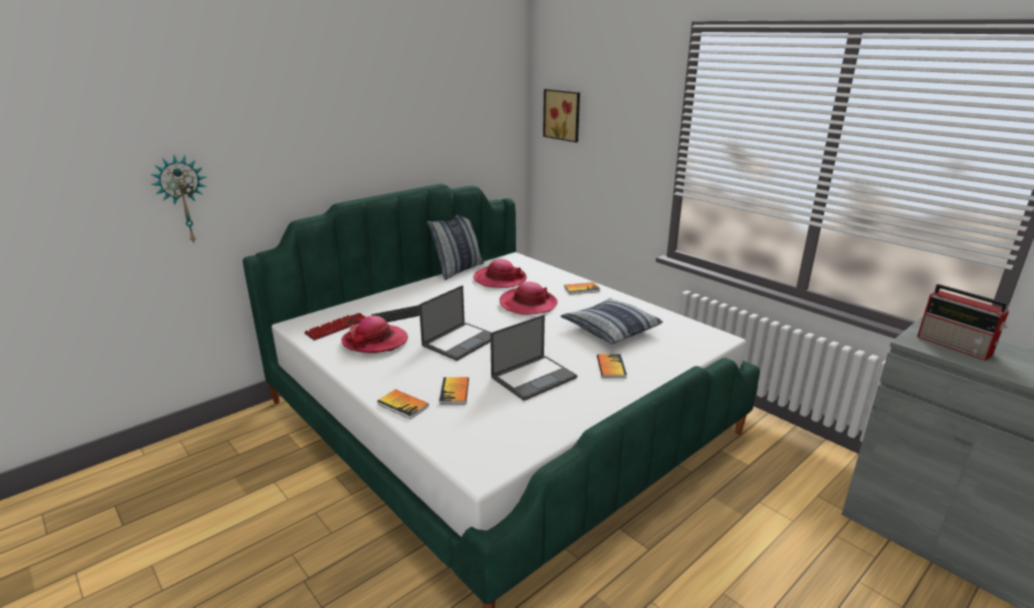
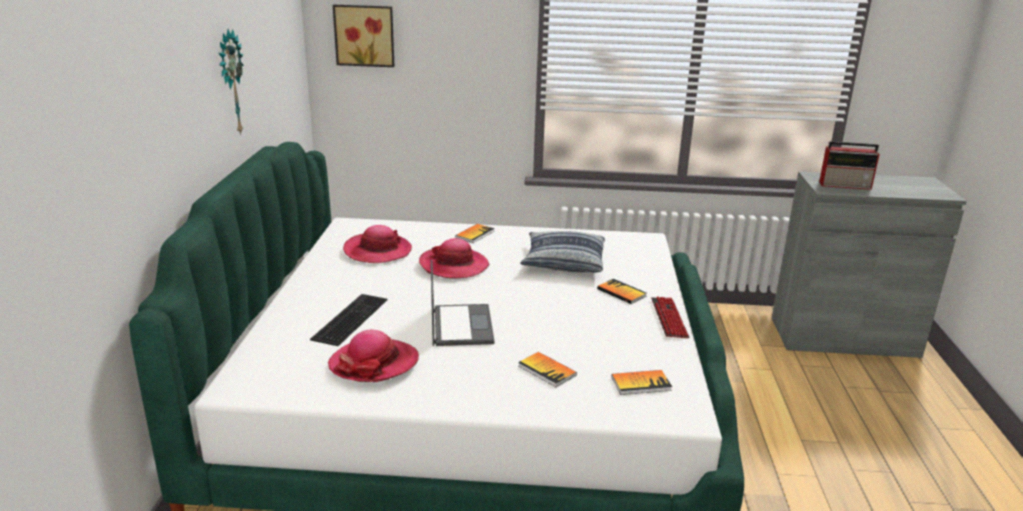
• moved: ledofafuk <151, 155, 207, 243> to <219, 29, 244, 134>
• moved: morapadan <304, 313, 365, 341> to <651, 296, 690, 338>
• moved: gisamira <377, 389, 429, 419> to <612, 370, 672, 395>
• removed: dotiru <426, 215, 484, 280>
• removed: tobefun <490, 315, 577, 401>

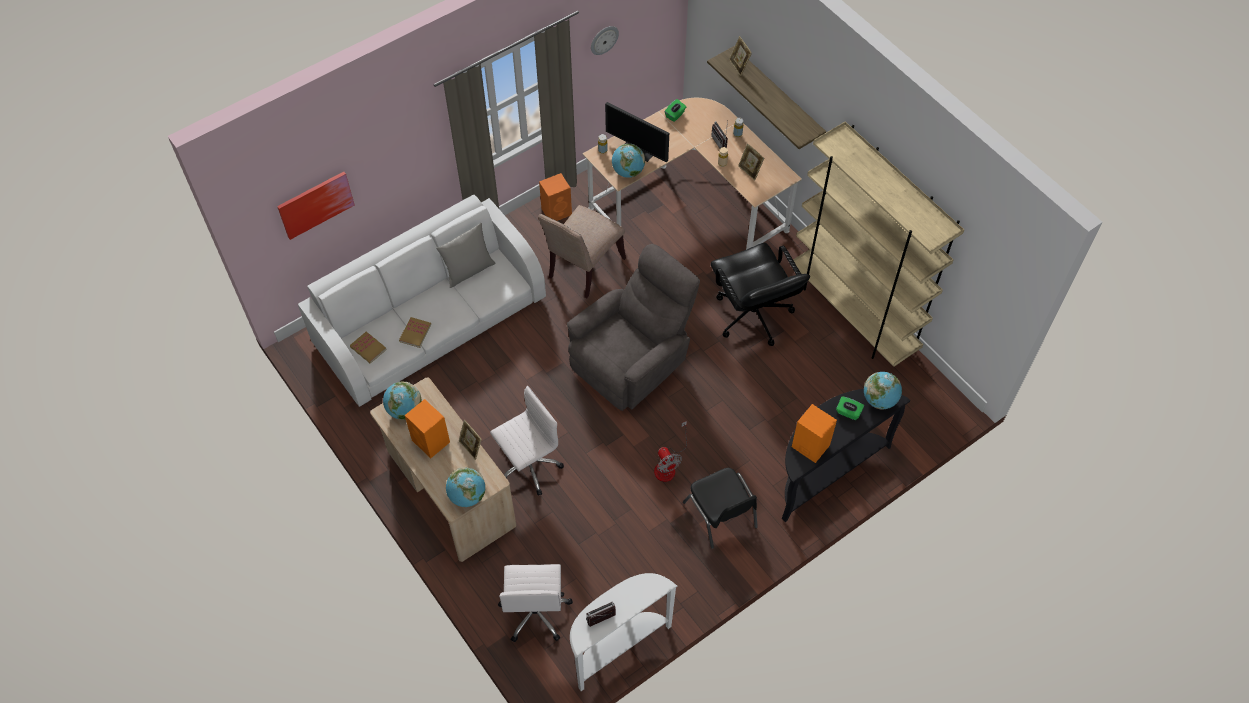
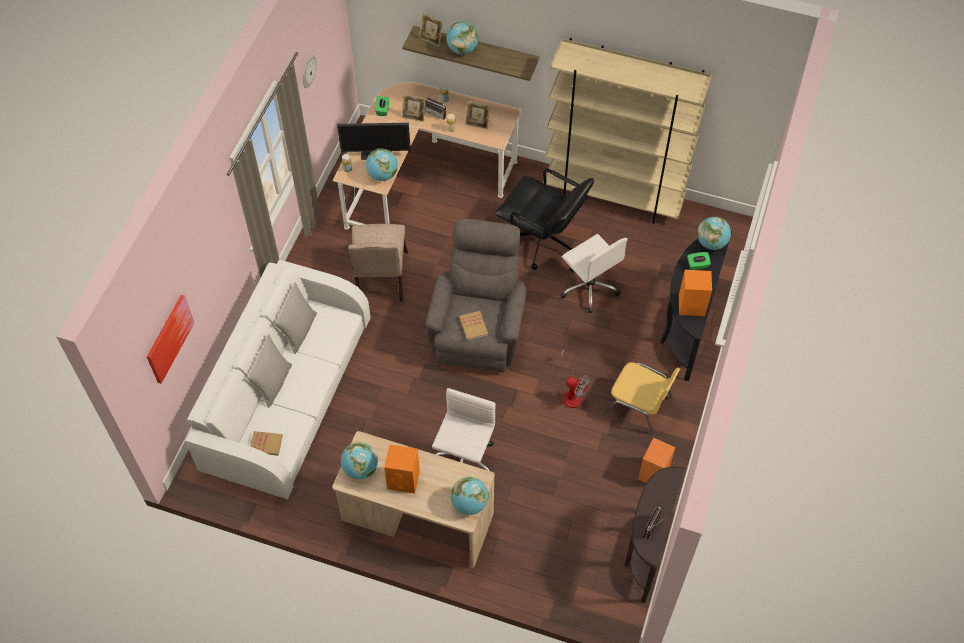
• moved: gisamira <399, 317, 431, 348> to <459, 311, 488, 340>
• moved: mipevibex <459, 420, 482, 460> to <402, 94, 426, 122>
• moved: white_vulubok <498, 564, 573, 642> to <560, 234, 628, 313>
• moved: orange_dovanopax <539, 173, 572, 221> to <638, 438, 675, 483>
• recoloured: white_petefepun <570, 573, 677, 691> to brown_petefepun <625, 467, 685, 603>
• recoloured: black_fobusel <683, 468, 758, 549> to yellow_fobusel <604, 362, 680, 434>
• added: grey_dotiru <247, 334, 292, 408>
• added: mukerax <446, 21, 479, 54>

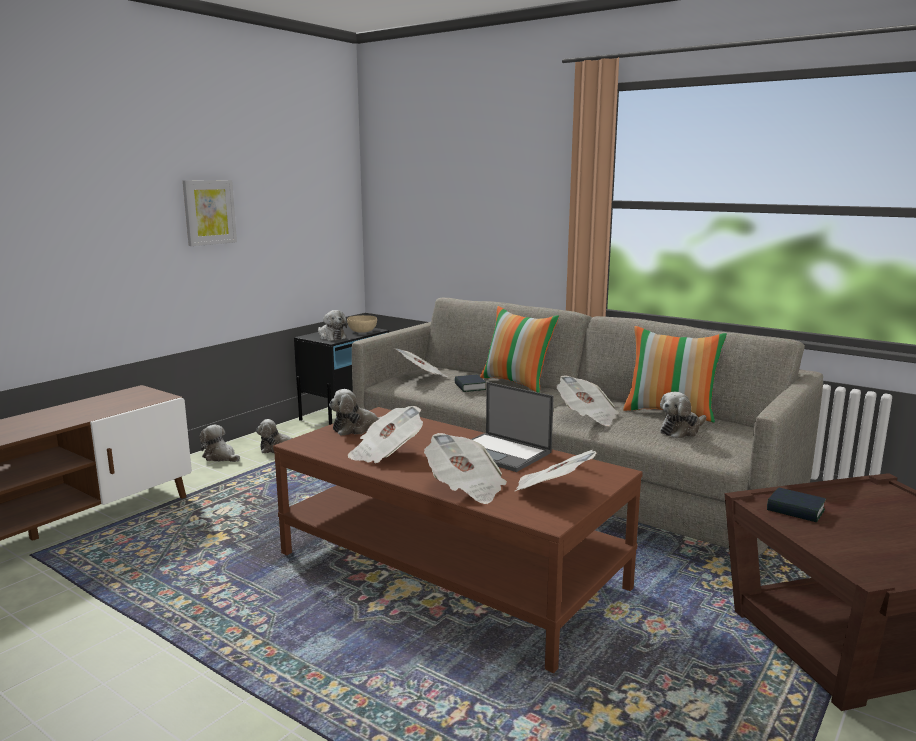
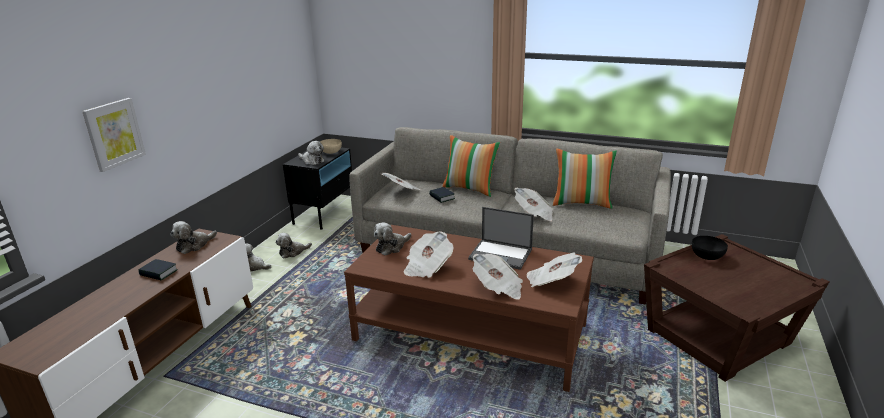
• moved: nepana <183, 180, 237, 246> to <82, 98, 146, 172>
• moved: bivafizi <660, 392, 706, 439> to <171, 221, 217, 254>
• moved: gisamira <767, 488, 826, 522> to <138, 259, 178, 281>
• added: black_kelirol <692, 236, 728, 260>

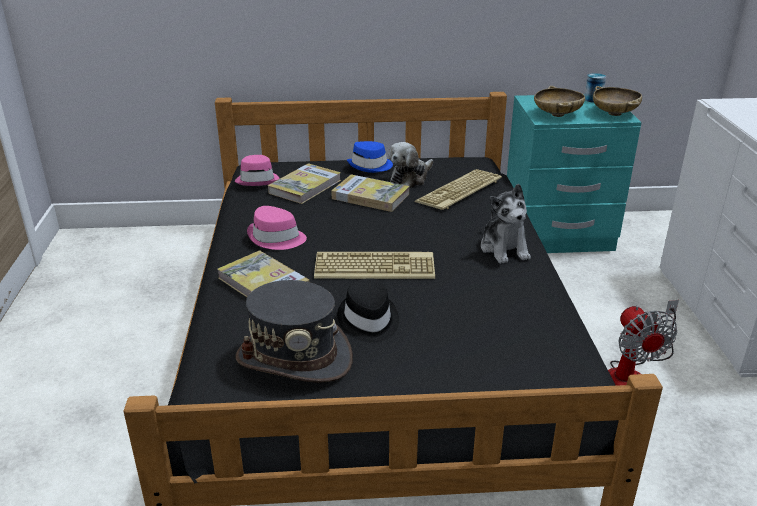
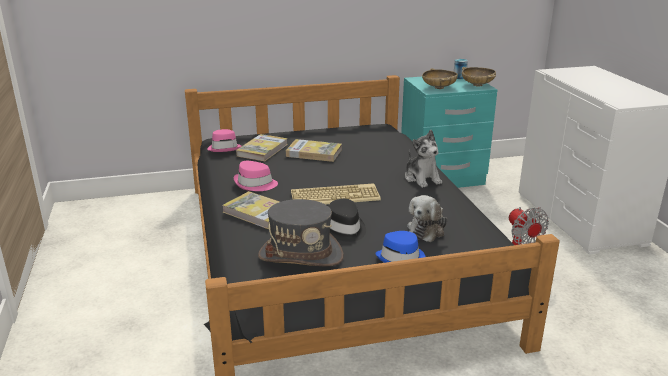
• moved: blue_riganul <347, 141, 393, 173> to <375, 231, 426, 263>
• moved: bivafizi <388, 142, 433, 188> to <407, 195, 447, 242>
• removed: morapadan <415, 169, 502, 210>

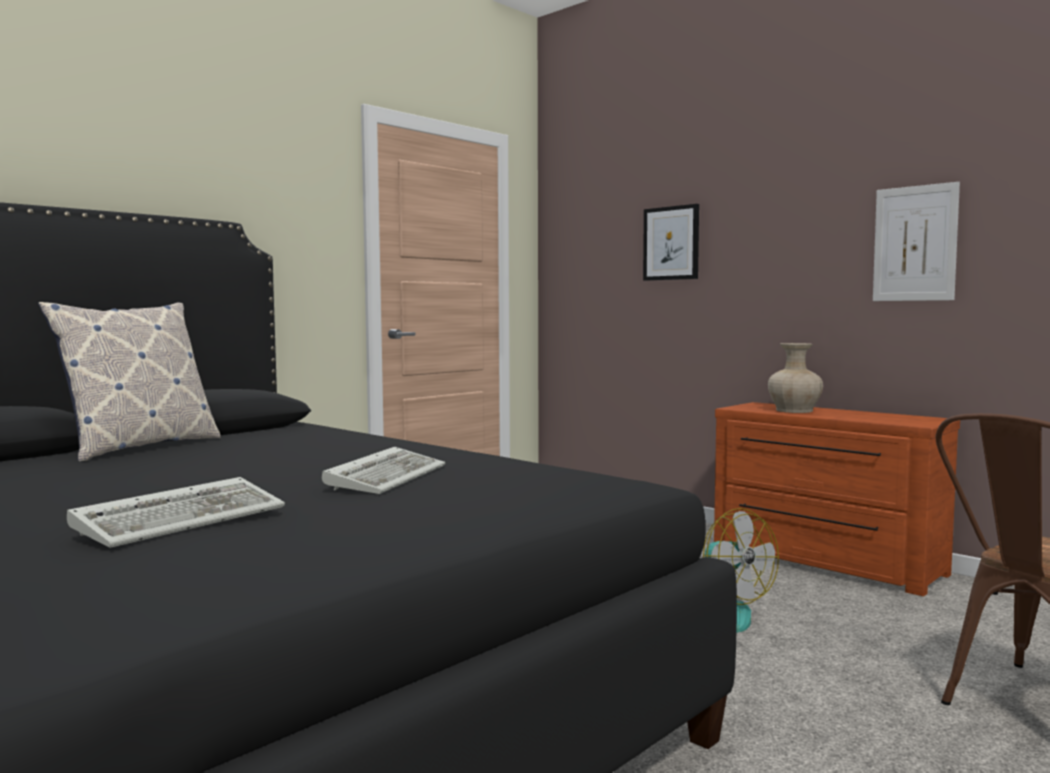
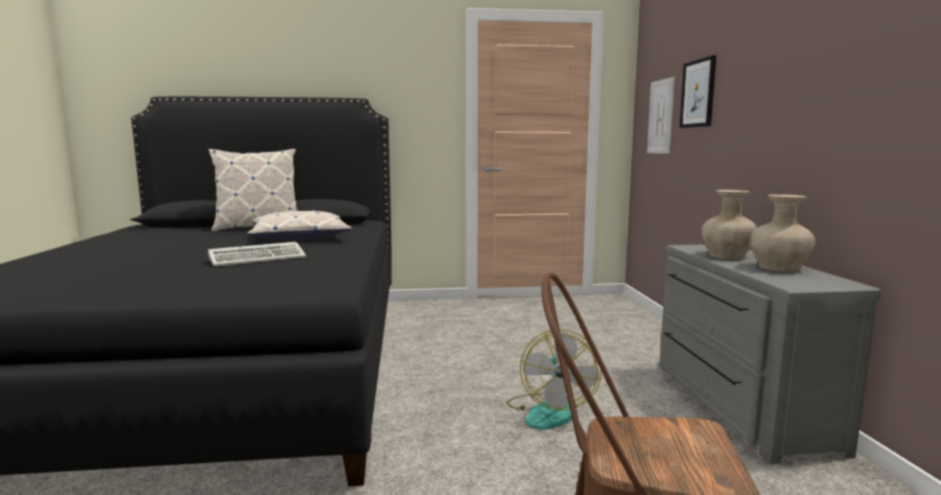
• removed: morapadan <67, 477, 285, 548>
• recoloured: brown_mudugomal <714, 402, 960, 596> to grey_mudugomal <659, 244, 881, 464>
• moved: nepana <873, 182, 960, 301> to <647, 77, 675, 154>
• added: dotiru <247, 210, 351, 240>
• added: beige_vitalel <751, 194, 816, 272>

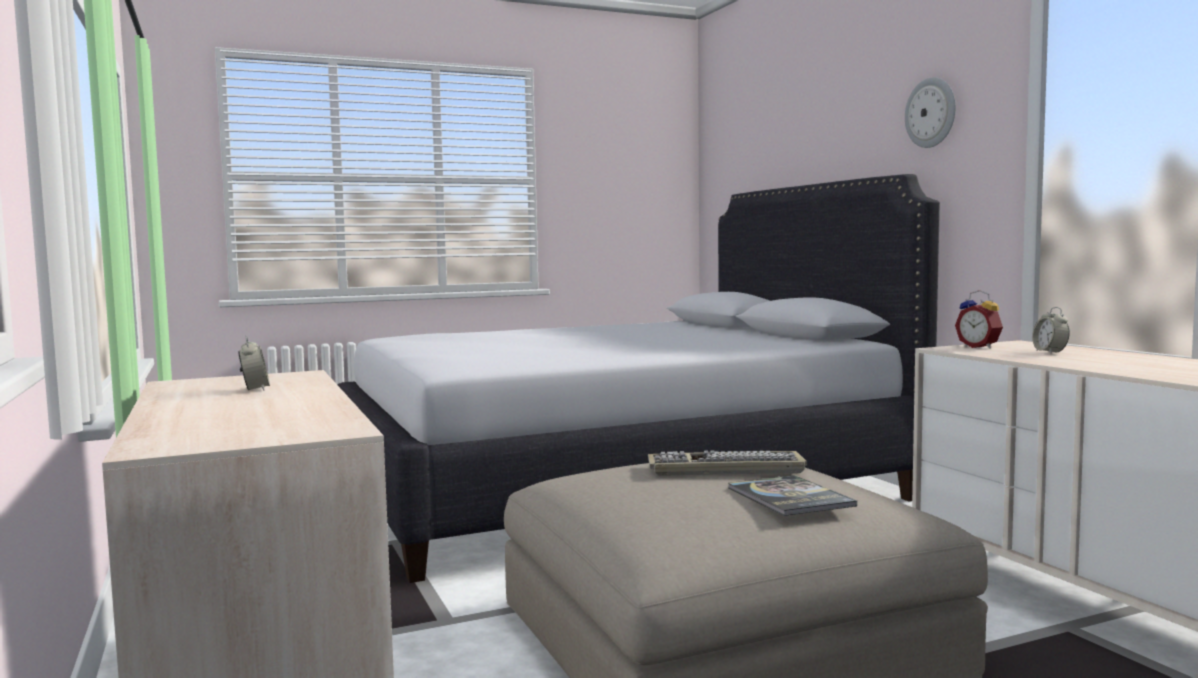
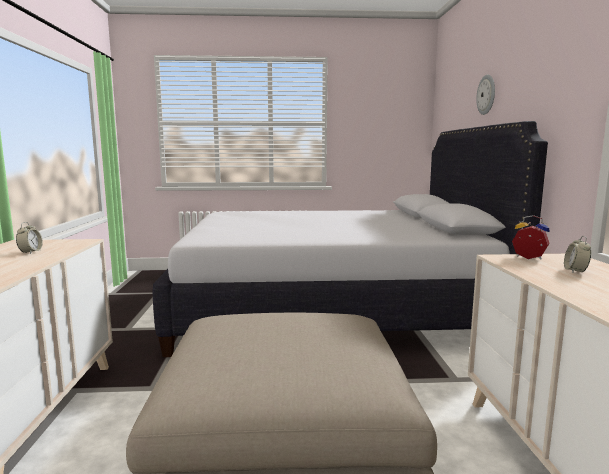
• removed: morapadan <648, 450, 807, 476>
• removed: gisamira <729, 475, 857, 516>
• moved: ledofafuk <905, 77, 956, 148> to <476, 75, 495, 115>
• turned: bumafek <955, 290, 1003, 349> = <512, 215, 550, 260> 135 degrees clockwise

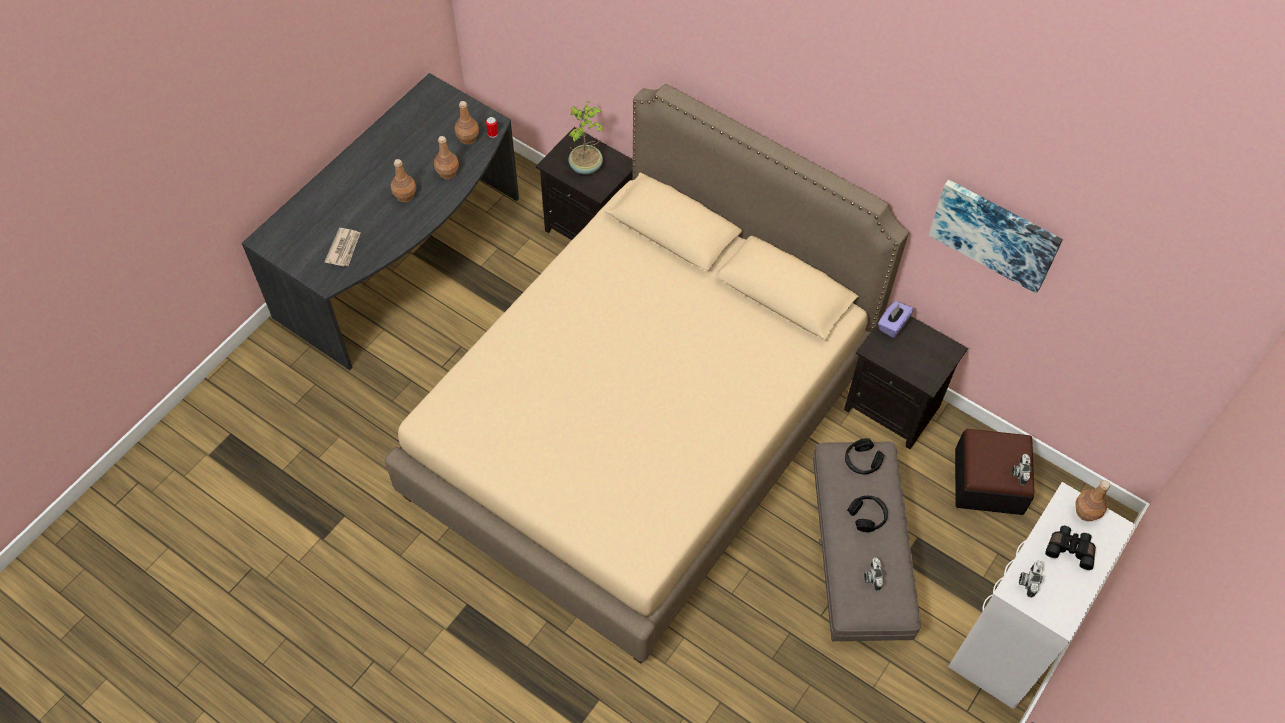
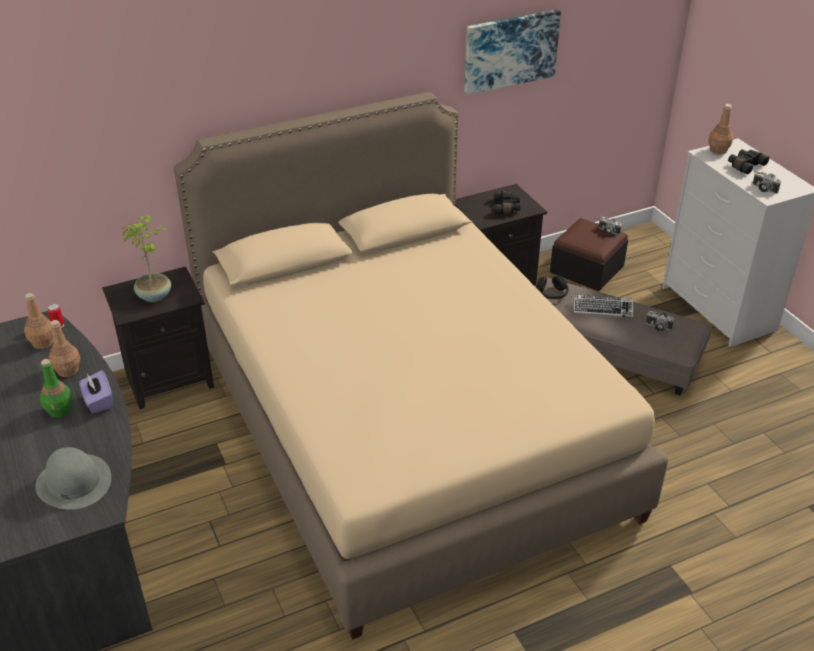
• replaced: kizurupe <324, 228, 360, 267> to grey_riganul <35, 447, 111, 510>
• recoloured: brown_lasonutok <391, 159, 416, 202> to green_lasonutok <40, 359, 73, 418>
• replaced: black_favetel <847, 496, 888, 532> to morapadan <574, 294, 633, 318>
• moved: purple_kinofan <878, 301, 914, 338> to <79, 370, 113, 414>
• added: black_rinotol <495, 191, 520, 214>

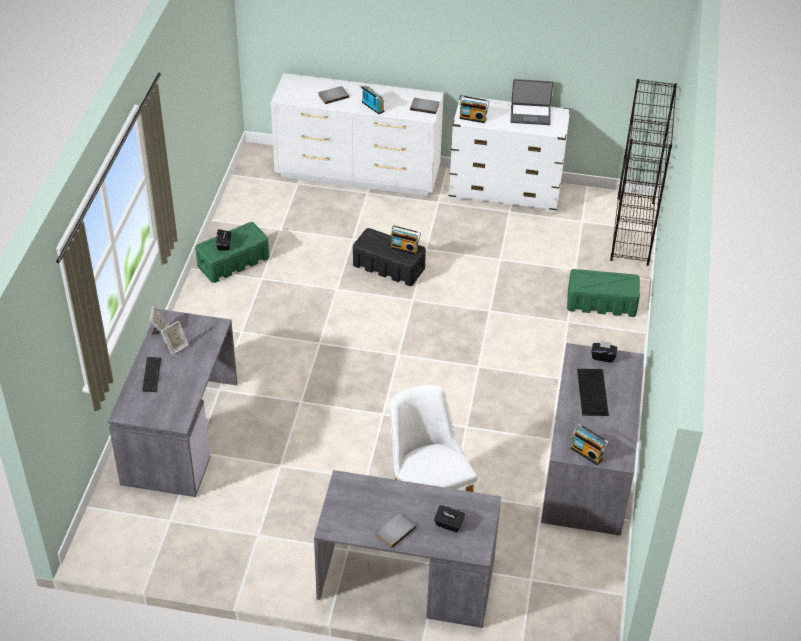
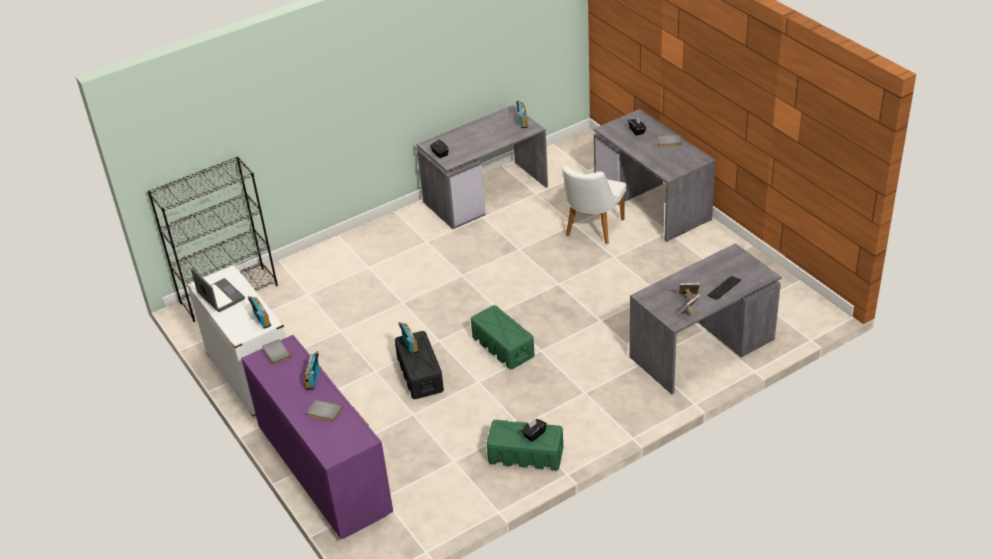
• recoloured: white_mudugomal <271, 73, 444, 196> to purple_mudugomal <241, 335, 393, 539>
• moved: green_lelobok <567, 269, 640, 317> to <471, 305, 534, 369>
• removed: morapadan <577, 369, 609, 416>

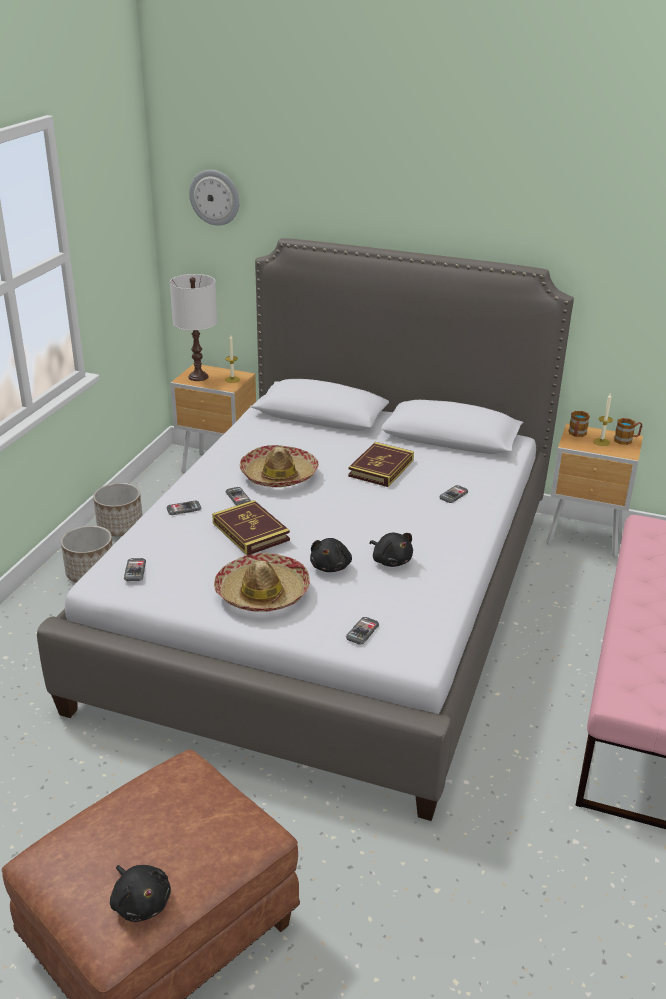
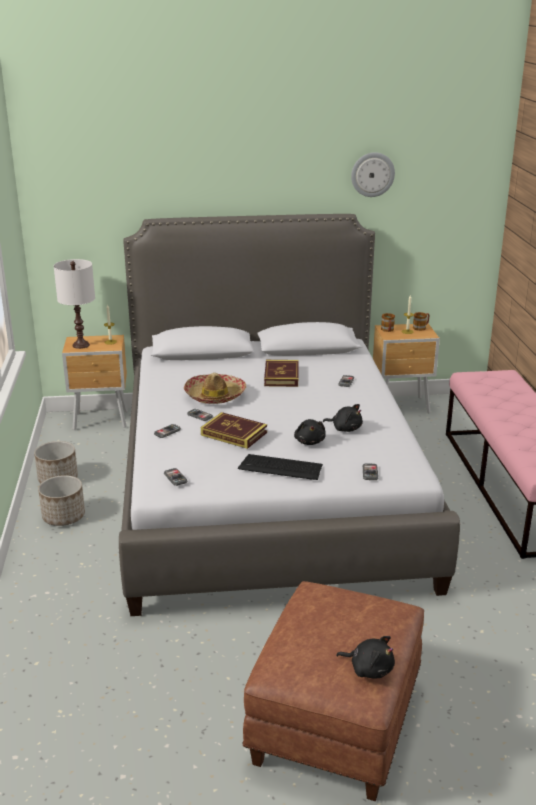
• moved: ledofafuk <189, 170, 240, 226> to <351, 152, 395, 197>
• replaced: riganul <214, 553, 310, 612> to morapadan <238, 454, 323, 480>

